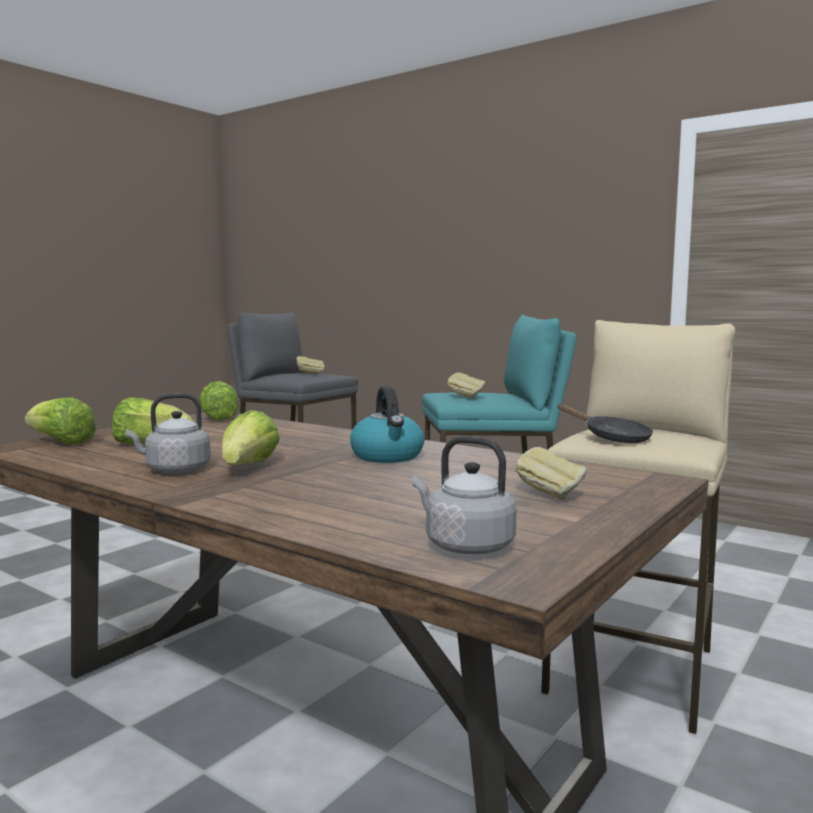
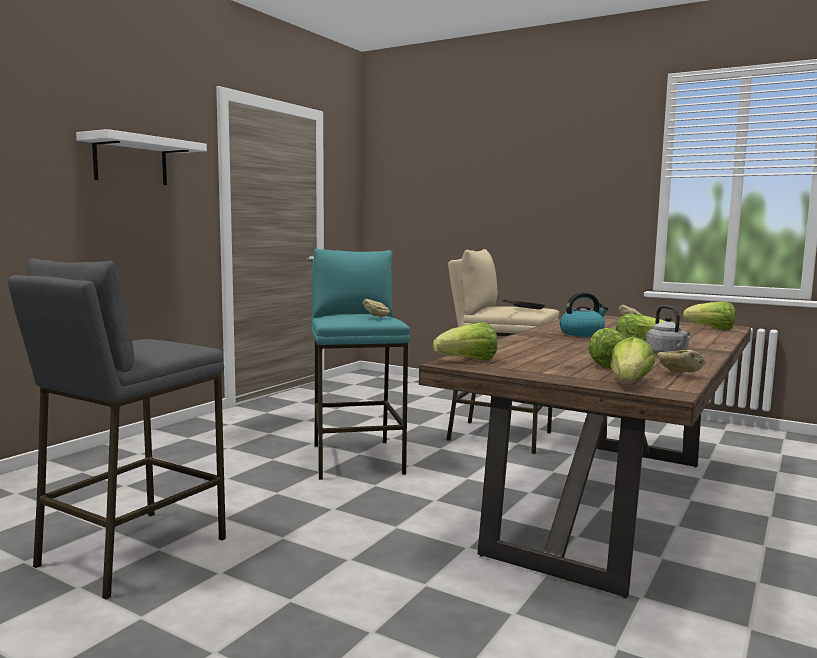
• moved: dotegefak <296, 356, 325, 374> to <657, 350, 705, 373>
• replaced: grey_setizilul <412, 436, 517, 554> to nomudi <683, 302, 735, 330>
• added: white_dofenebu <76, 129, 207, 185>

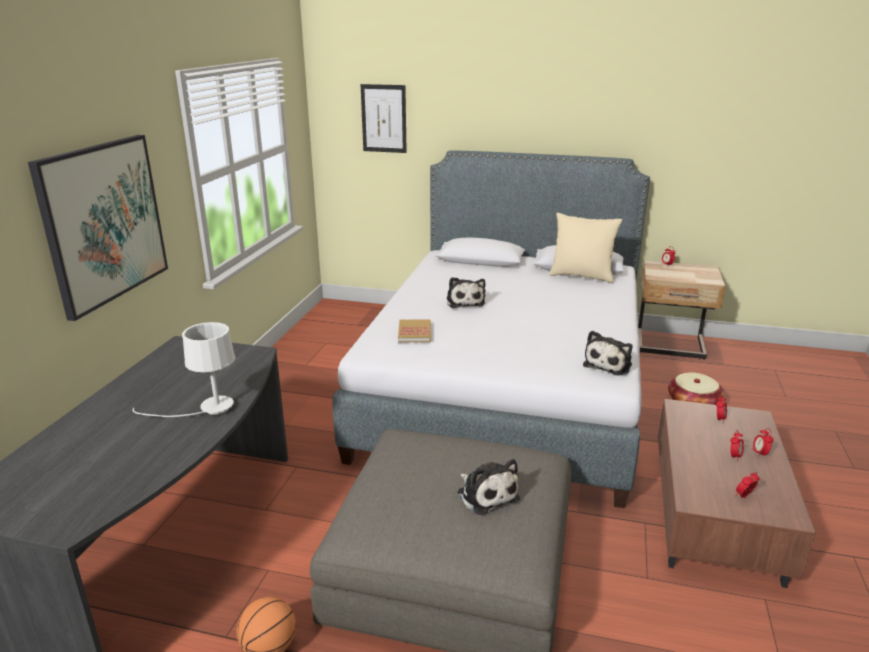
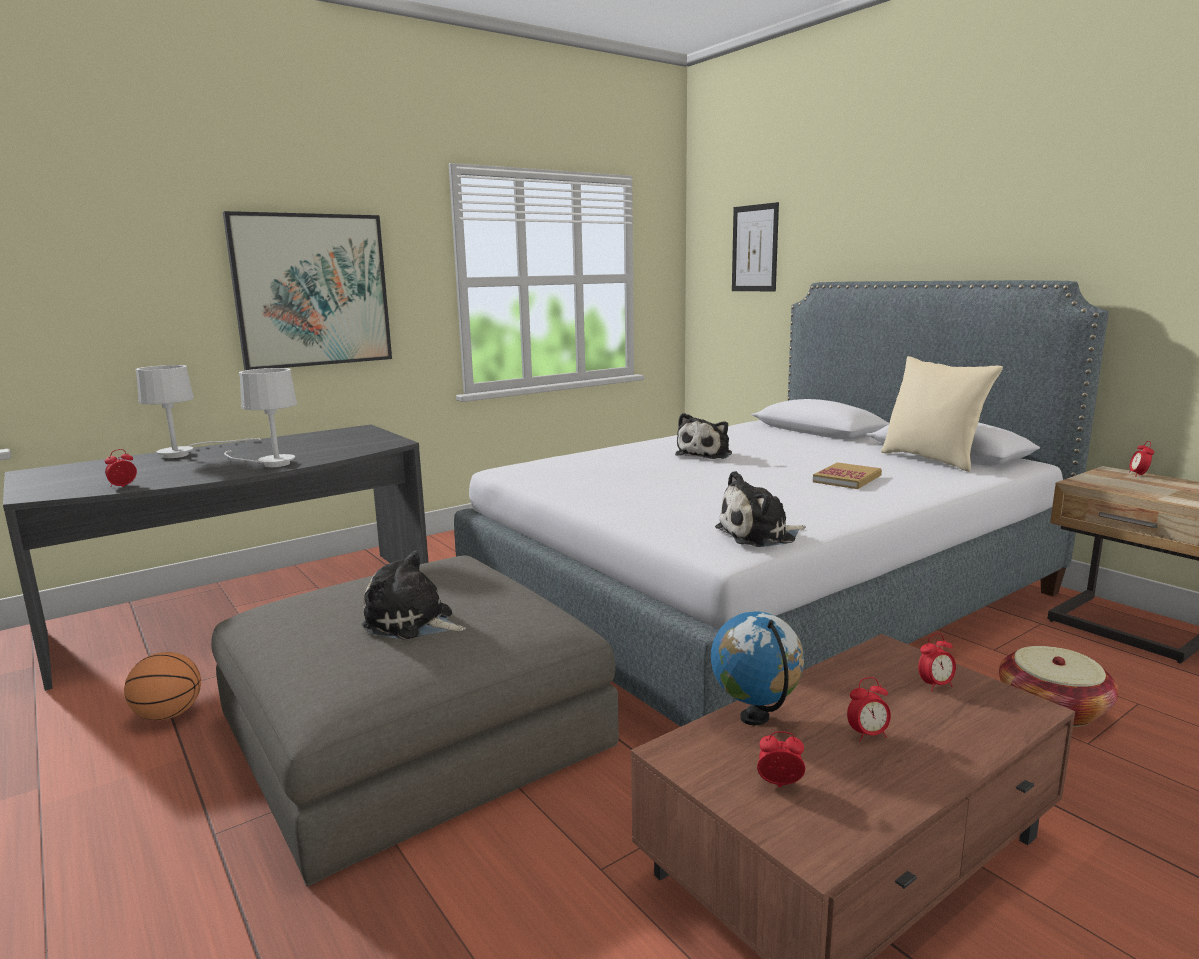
• moved: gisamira <398, 319, 431, 342> to <813, 462, 882, 489>
• turned: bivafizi <458, 459, 520, 515> = <361, 551, 466, 640> 105 degrees clockwise
• moved: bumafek <752, 428, 774, 458> to <105, 449, 137, 487>
• added: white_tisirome <136, 365, 261, 458>
• added: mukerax <711, 611, 804, 725>

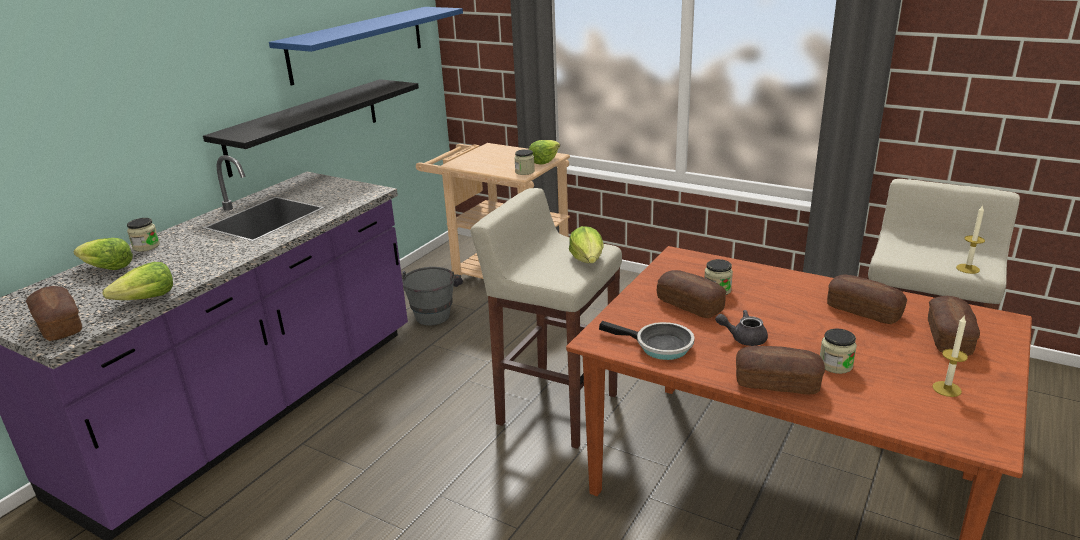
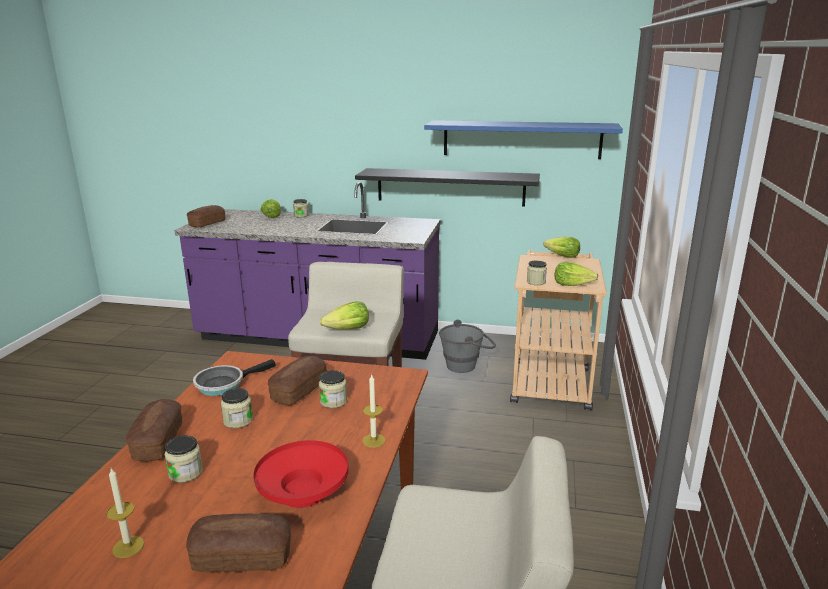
• moved: nomudi <103, 262, 173, 300> to <543, 237, 580, 258>
• turned: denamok <599, 321, 695, 360> = <193, 359, 276, 396> 45 degrees clockwise
• replaced: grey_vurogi <715, 310, 768, 346> to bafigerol <221, 388, 253, 428>
• replaced: dotegefak <827, 275, 907, 324> to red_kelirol <253, 440, 349, 508>
• moved: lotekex <956, 205, 985, 274> to <362, 375, 386, 448>

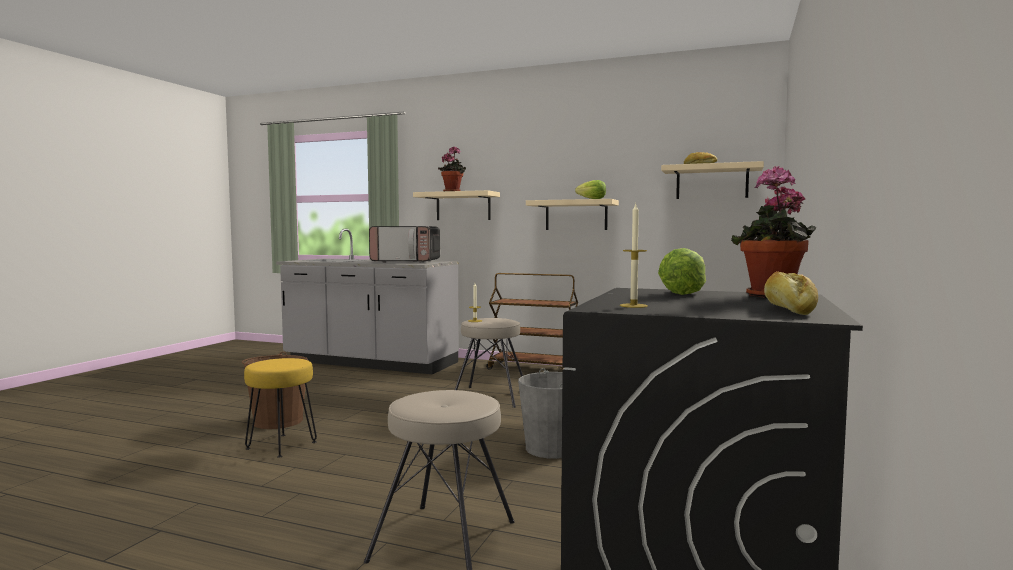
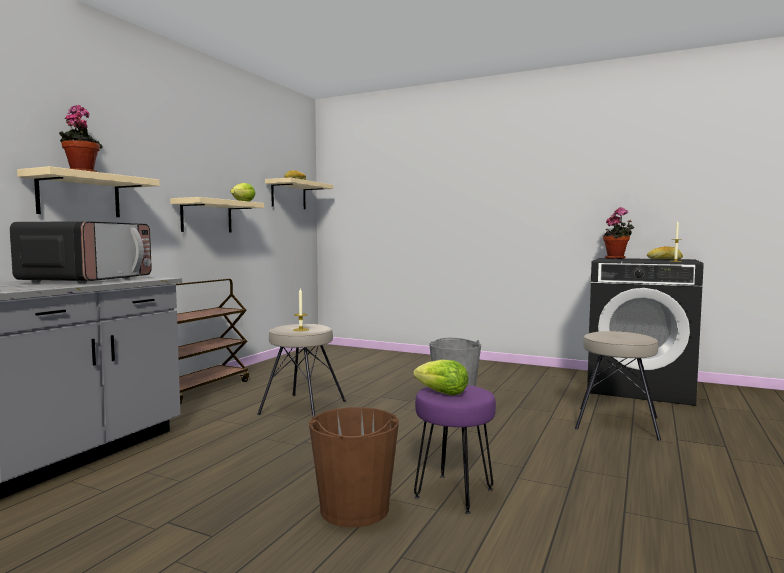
• recoloured: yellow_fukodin <244, 358, 317, 458> to purple_fukodin <414, 385, 496, 514>
• moved: nomudi <658, 248, 706, 295> to <413, 360, 468, 395>

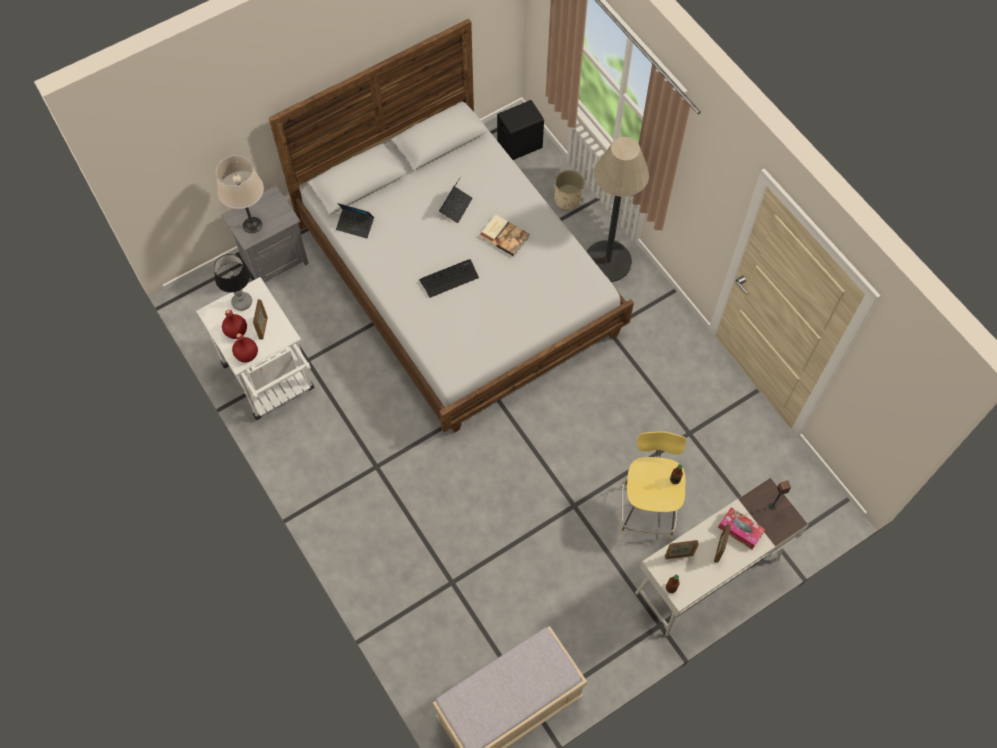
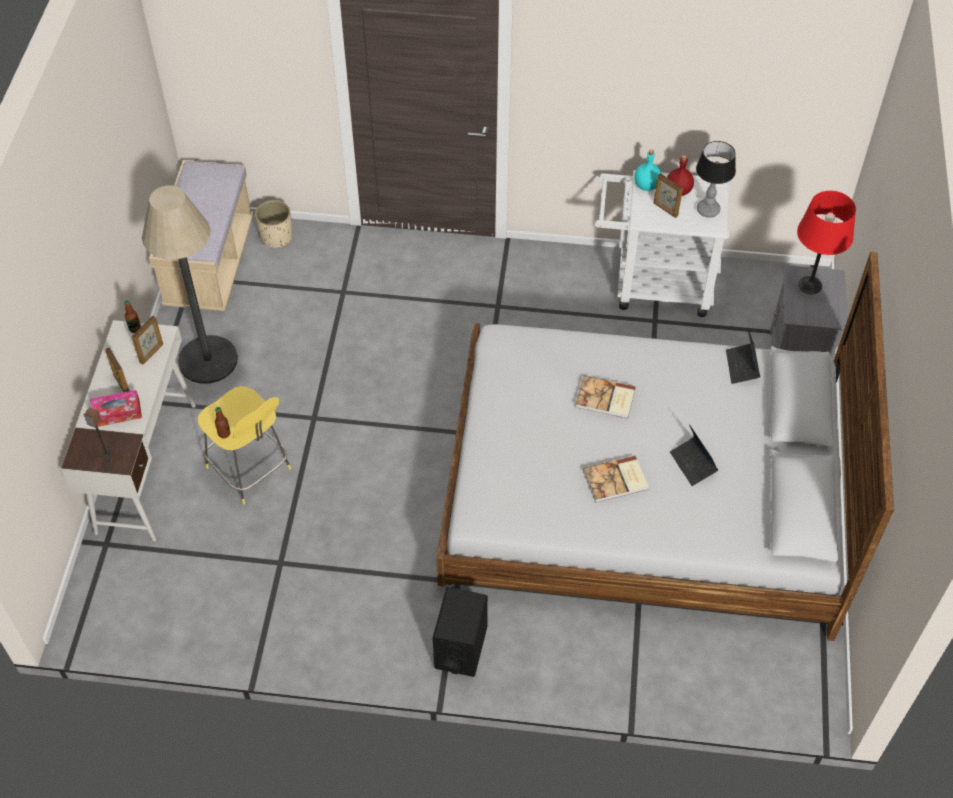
• recoloured: beige_tisirome <216, 156, 264, 233> to red_tisirome <797, 191, 856, 294>
• recoloured: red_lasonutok <232, 333, 258, 363> to turquoise_lasonutok <634, 150, 661, 191>
• turned: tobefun <336, 203, 374, 239> = <726, 328, 760, 384> 60 degrees counterclockwise
• replaced: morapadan <419, 259, 479, 298> to gisamira <575, 376, 636, 419>
• moved: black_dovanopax <497, 100, 544, 160> to <433, 587, 488, 677>
• moved: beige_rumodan <554, 170, 584, 210> to <255, 200, 293, 248>
• moved: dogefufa <586, 137, 650, 282> to <142, 185, 238, 384>

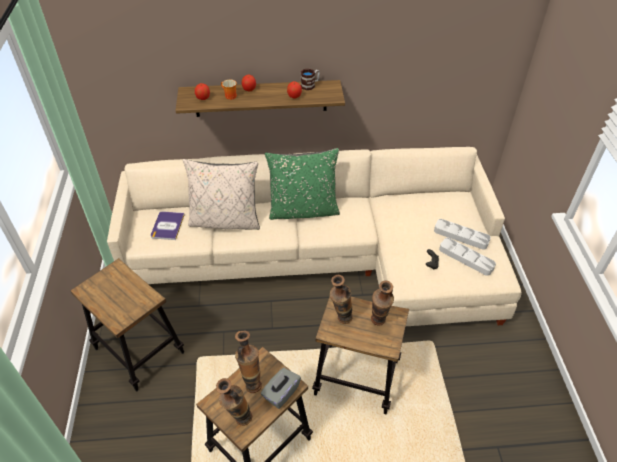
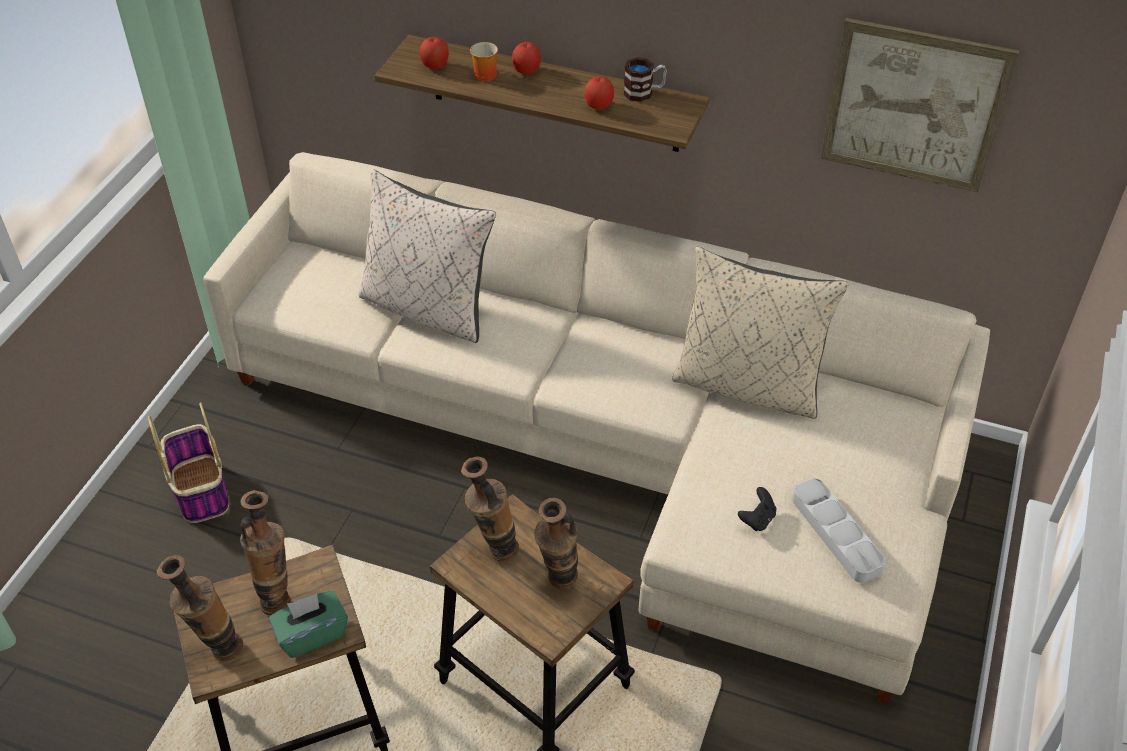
• replaced: fukodin <70, 258, 184, 391> to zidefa <148, 403, 229, 523>
• removed: gisamira <151, 211, 185, 240>
• recoloured: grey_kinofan <261, 368, 301, 409> to green_kinofan <269, 591, 348, 658>
• removed: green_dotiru <265, 148, 340, 220>
• removed: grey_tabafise <434, 219, 491, 250>
• added: beige_dotiru <672, 247, 848, 419>
• added: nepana <820, 18, 1019, 193>

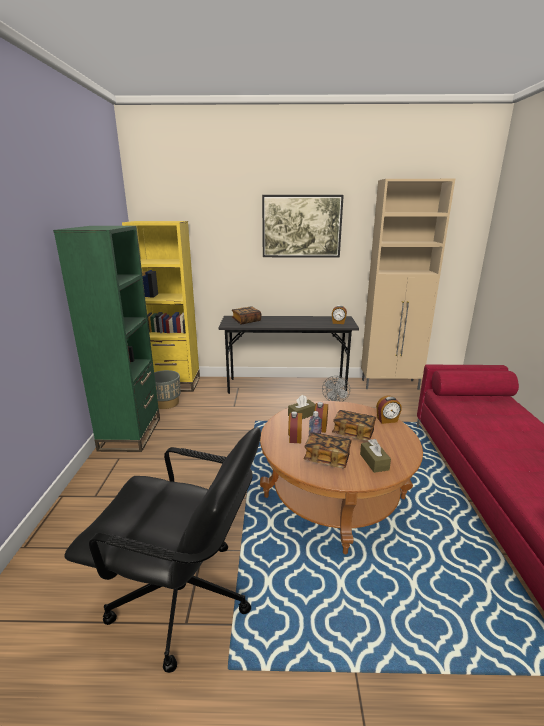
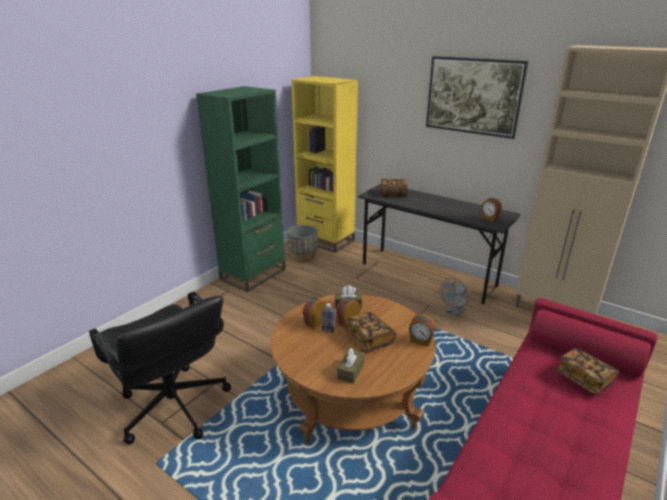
• moved: gisamira <304, 432, 352, 468> to <556, 348, 619, 395>

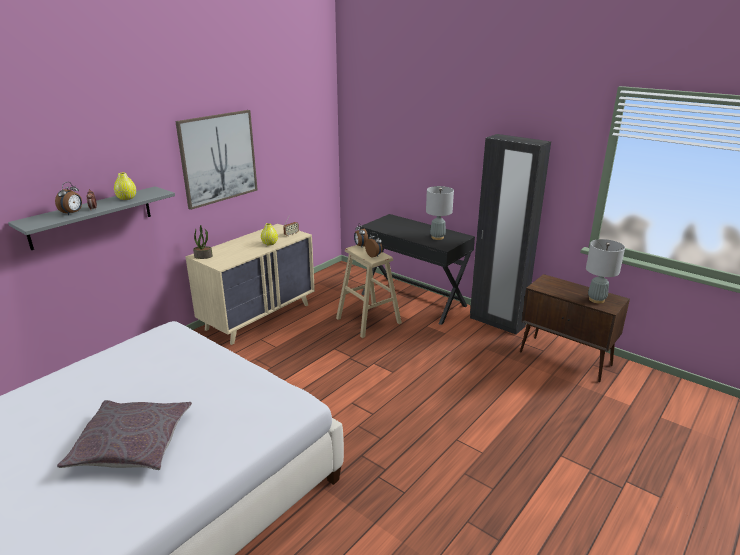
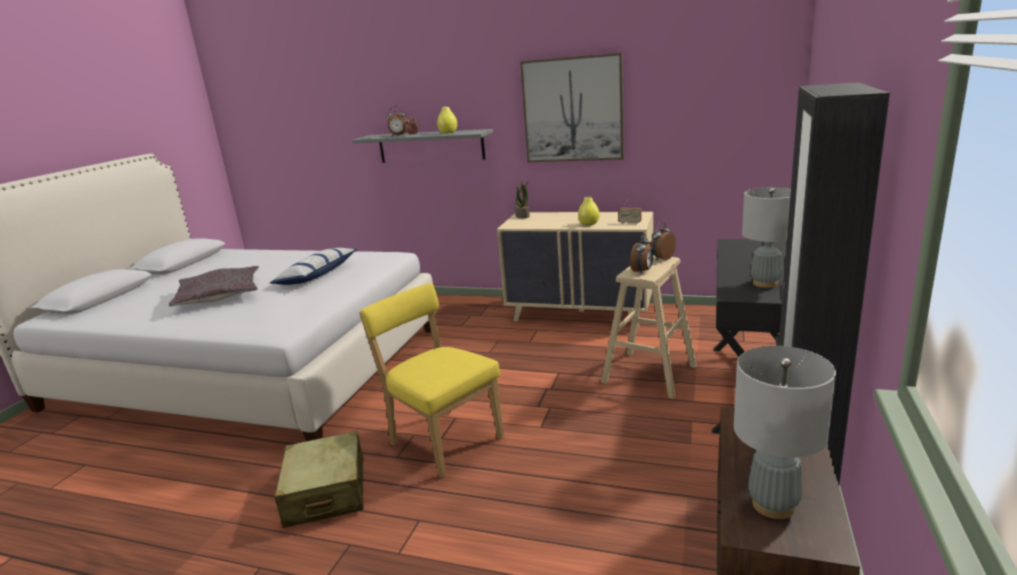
• added: dotiru <270, 248, 357, 285>
• added: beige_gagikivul <275, 431, 364, 528>
• added: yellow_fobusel <359, 283, 504, 478>

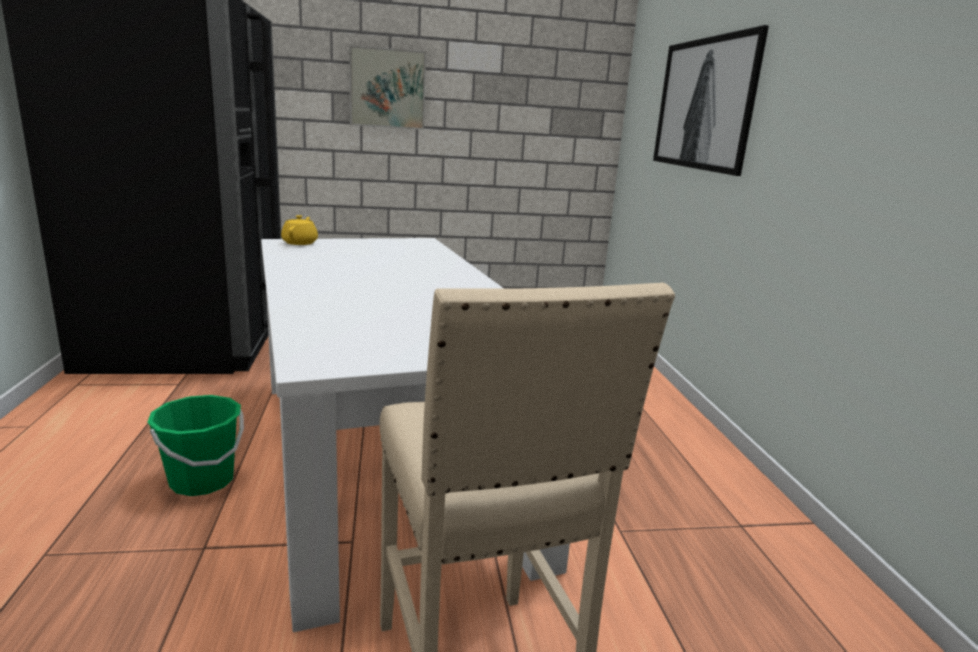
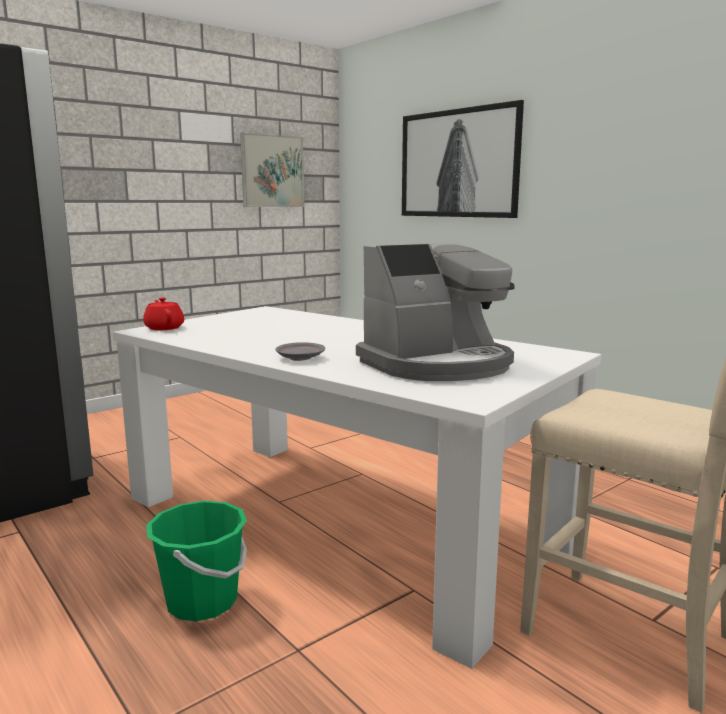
• recoloured: yellow_vurogi <281, 215, 318, 245> to red_vurogi <143, 297, 184, 330>
• moved: nepana <349, 45, 426, 130> to <240, 132, 304, 207>
• added: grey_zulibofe <276, 342, 325, 361>
• added: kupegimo <356, 242, 515, 381>

